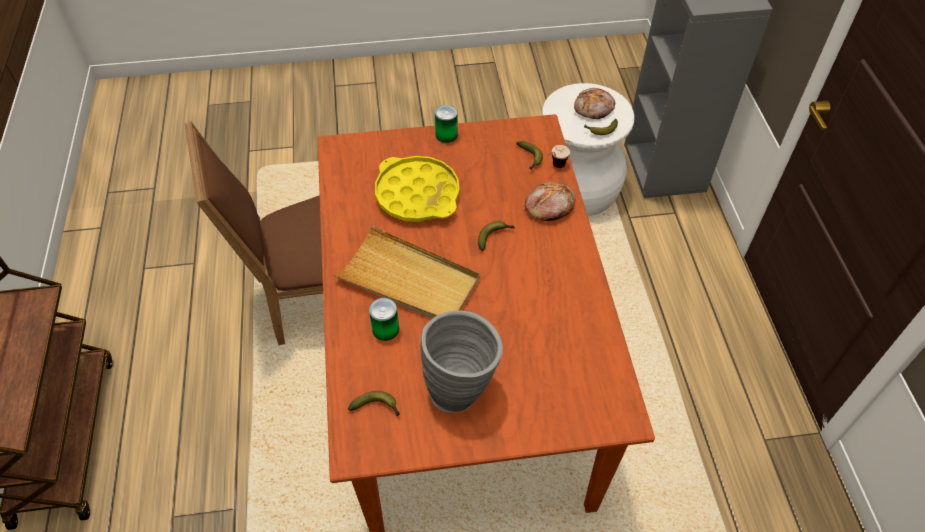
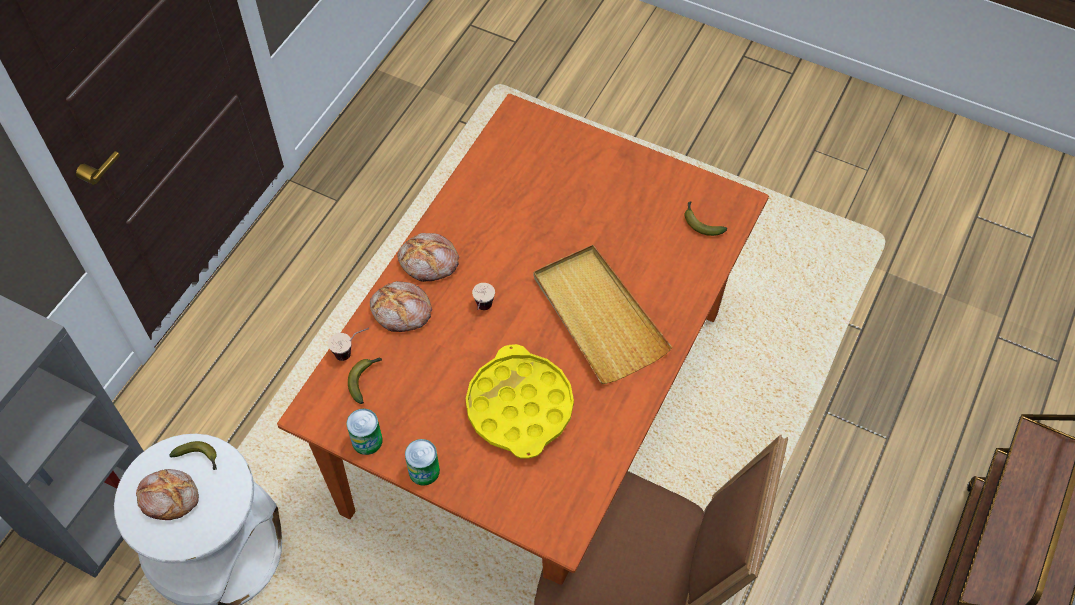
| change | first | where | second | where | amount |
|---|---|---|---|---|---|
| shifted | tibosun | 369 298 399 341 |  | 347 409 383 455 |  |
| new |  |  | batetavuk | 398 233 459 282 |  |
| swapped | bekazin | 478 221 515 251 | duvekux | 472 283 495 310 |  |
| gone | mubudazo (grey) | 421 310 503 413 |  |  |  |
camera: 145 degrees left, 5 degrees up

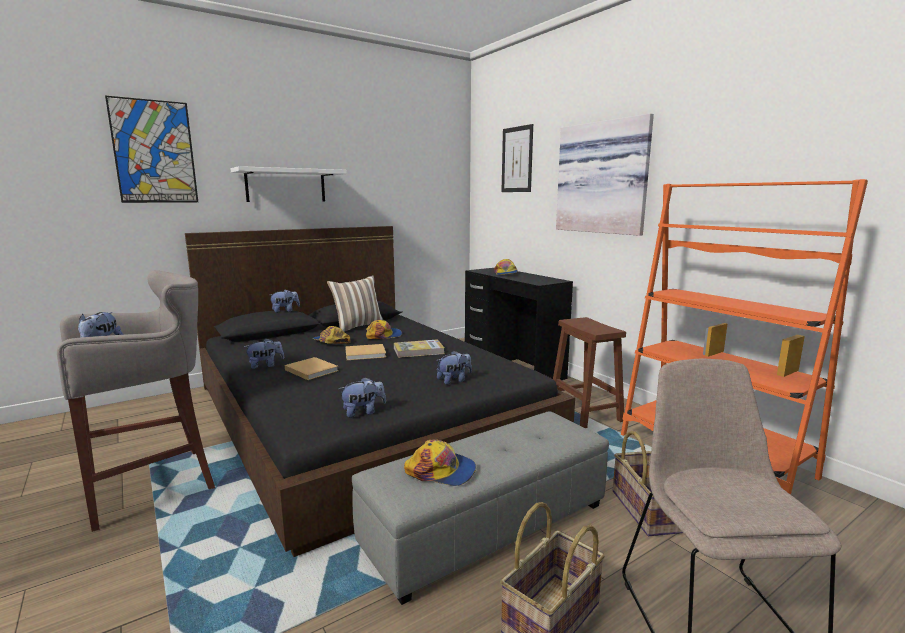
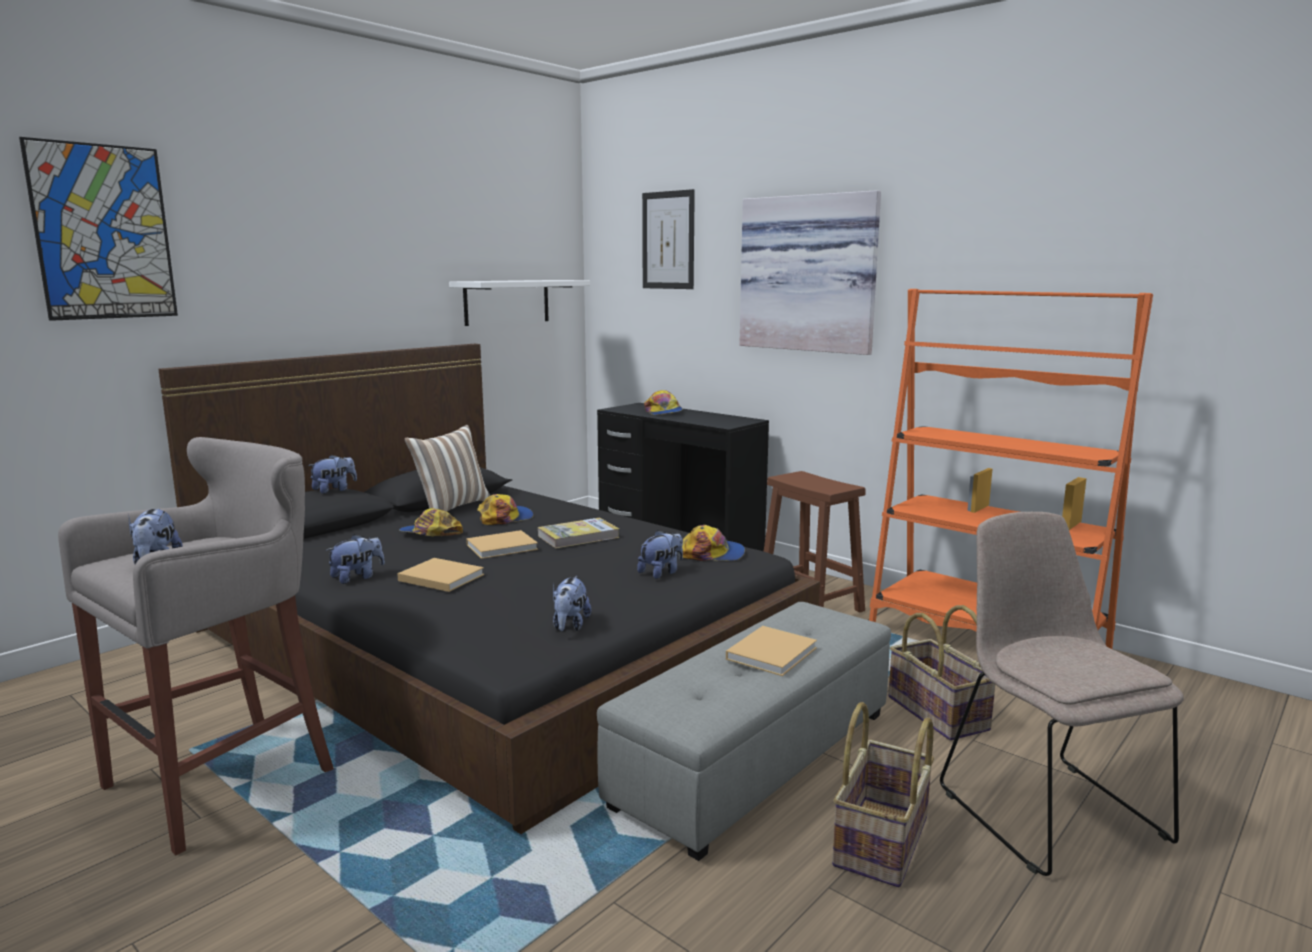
| change | first | where | second | where | amount |
|---|---|---|---|---|---|
| shifted | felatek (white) | 230 166 347 202 |  | 449 280 590 326 |  |
| rotated | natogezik | 339 377 386 418 |  | 553 576 591 631 | 135 degrees clockwise |
| shifted | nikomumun | 404 439 476 486 |  | 682 525 745 561 |  |
| new |  |  | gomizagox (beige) | 726 626 817 676 |  |
camera: 15 degrees left, 0 degrees up

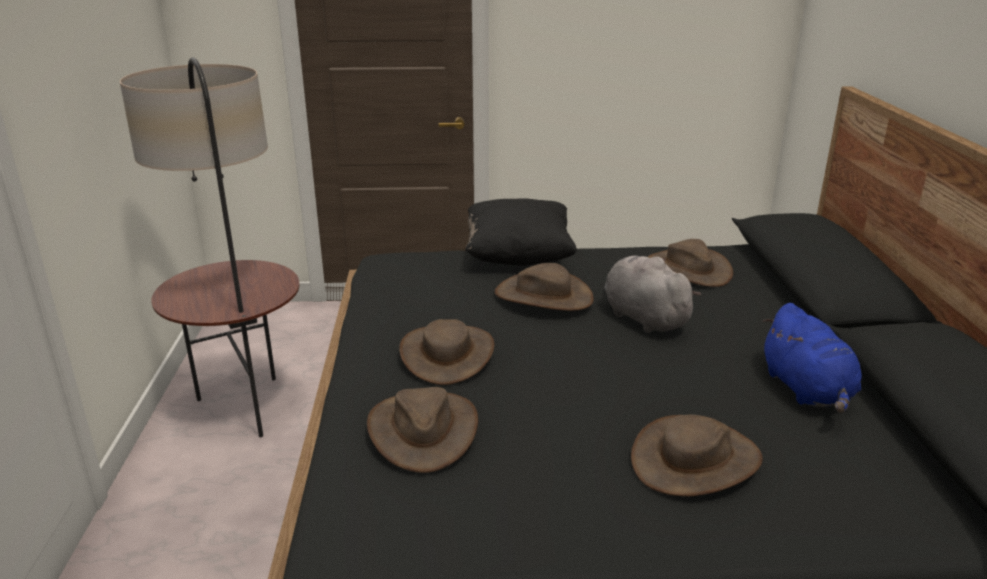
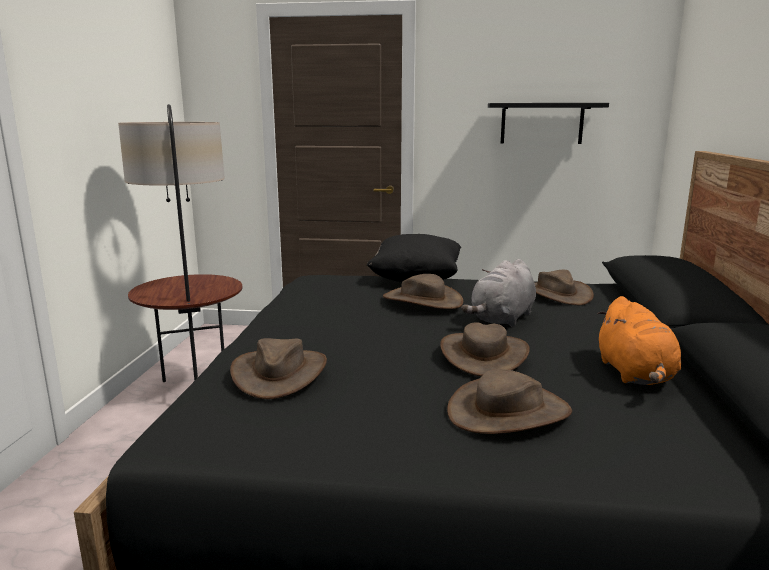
| change | first | where | second | where | amount |
|---|---|---|---|---|---|
| shifted | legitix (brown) | 399 319 494 385 |  | 440 322 530 376 |  |
| rotated | natogezik (grey) | 604 256 701 333 |  | 461 259 536 327 | 120 degrees counterclockwise |
| new |  |  | felatek (black) | 488 103 609 144 |  |
| repainted | natogezik (blue) | 762 303 862 413 | natogezik (orange) | 597 296 681 385 |  |
camera: 10 degrees right, 10 degrees down

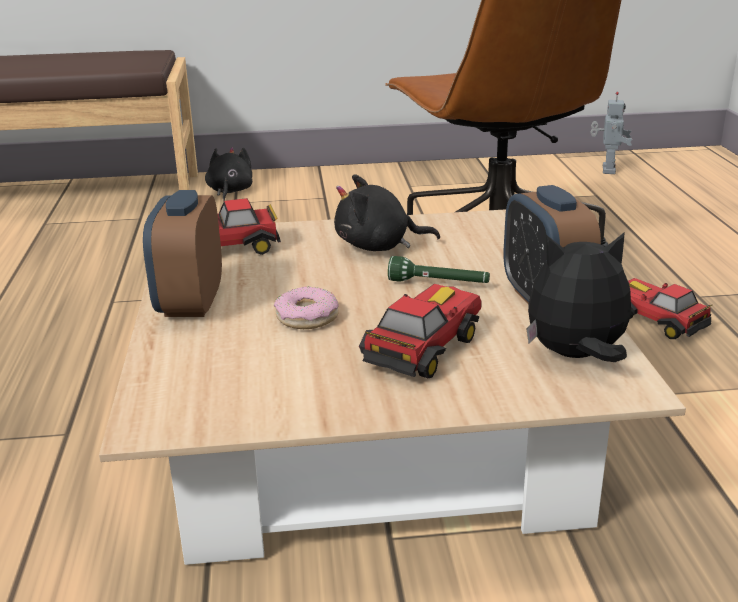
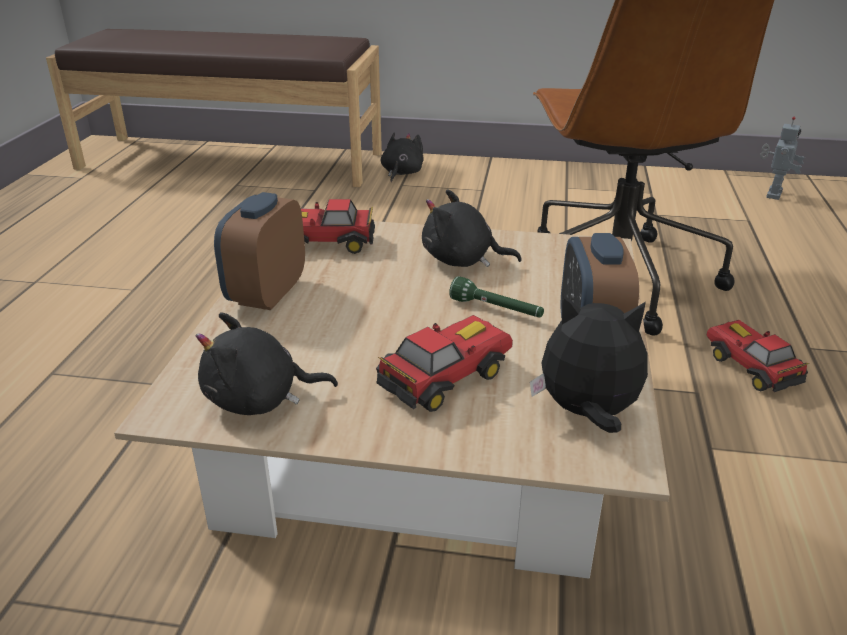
| change | first | where | second | where | amount |
|---|---|---|---|---|---|
| new |  |  | natogezik (black) | 196 312 338 415 |  |
| gone | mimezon | 274 286 339 329 |  |  |  |
camera: 15 degrees right, 5 degrees up

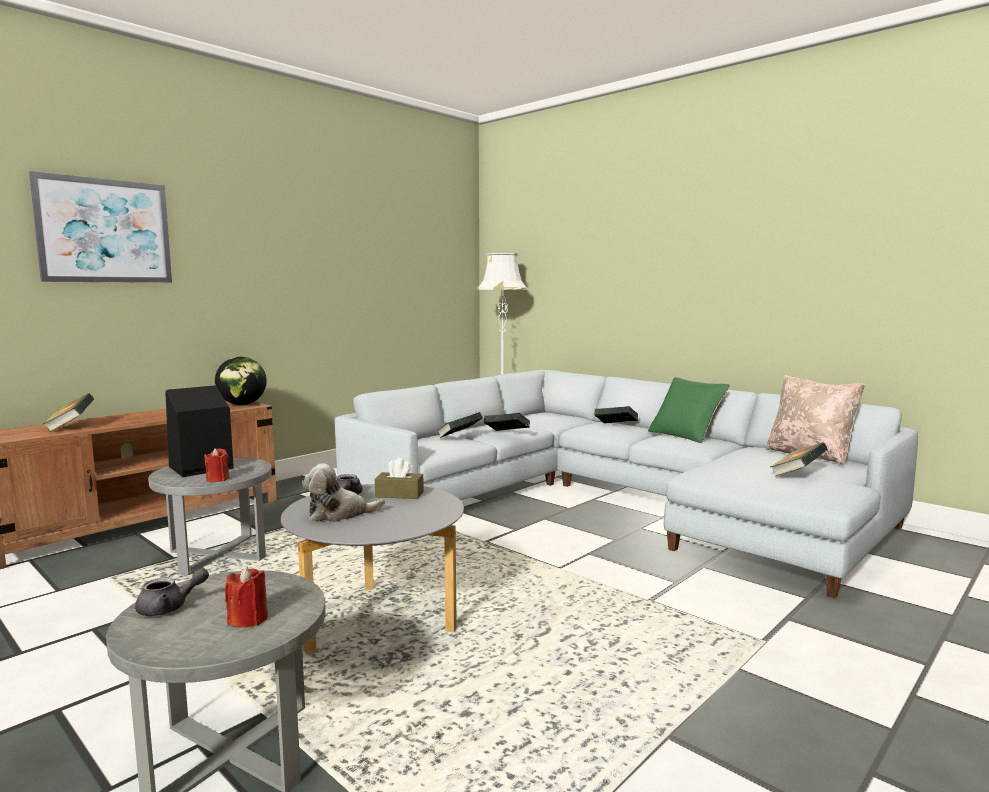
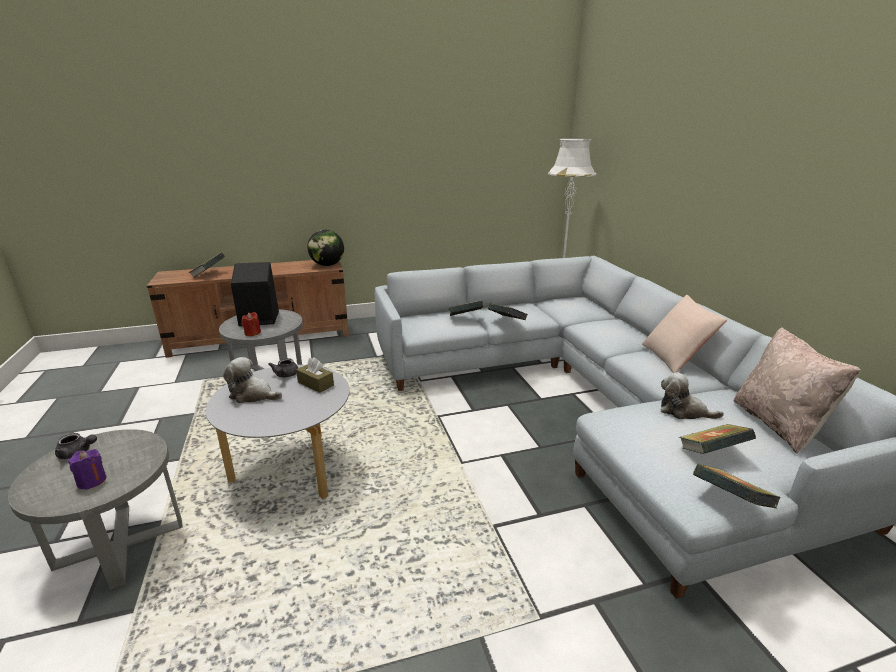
| change | first | where | second | where | amount |
|---|---|---|---|---|---|
| repainted | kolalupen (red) | 225 566 268 628 | kolalupen (purple) | 68 449 107 490 |  |
| repainted | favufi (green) | 648 377 730 443 | favufi (beige) | 642 295 727 373 |  |
| new |  |  | natogezik | 660 372 724 419 |  |
| shifted | gomizagox | 594 406 638 424 |  | 693 464 781 508 |  |
| gone | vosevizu | 29 171 172 283 |  |  |  |
camera: 30 degrees right, 15 degrees up

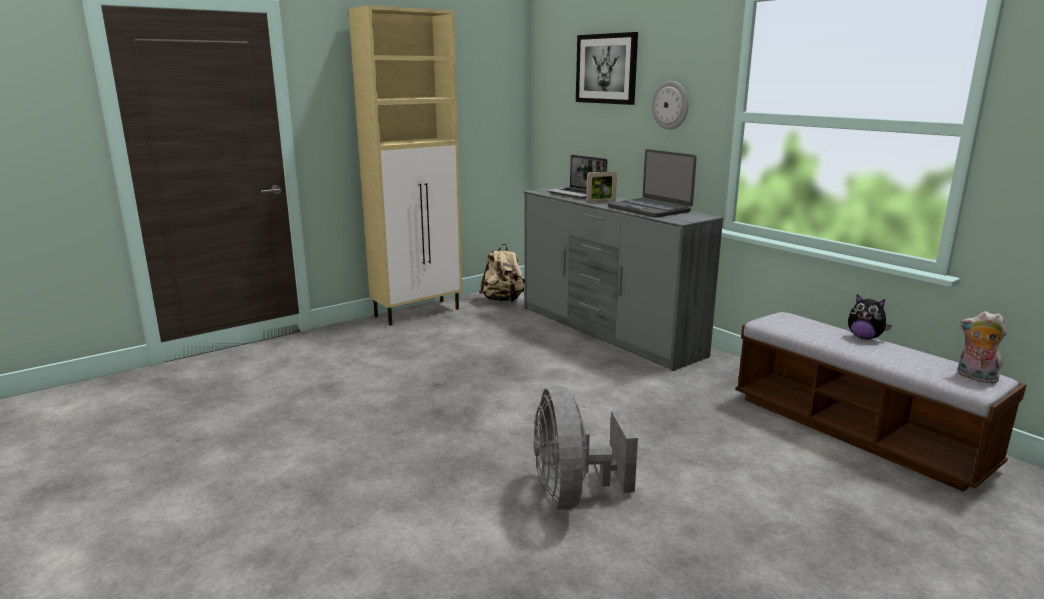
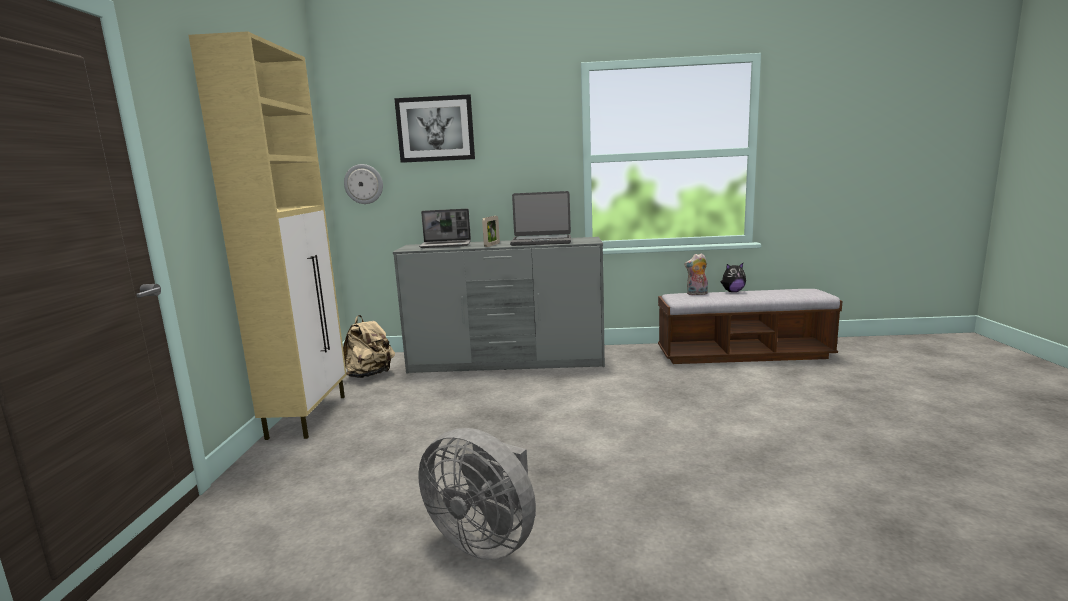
| change | first | where | second | where | amount |
|---|---|---|---|---|---|
| shifted | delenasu | 652 81 688 129 |  | 344 164 383 204 |  |
| shifted | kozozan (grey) | 534 386 638 510 |  | 418 428 536 560 |  |
| shifted | natogezik | 958 311 1007 384 |  | 684 253 708 295 |  |
camera: 50 degrees left, 5 degrees down

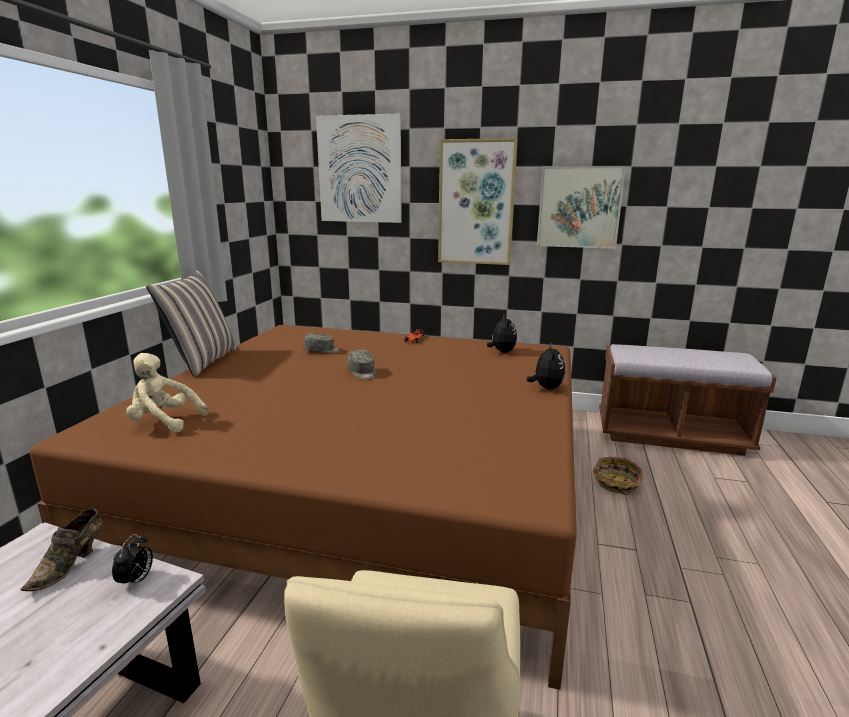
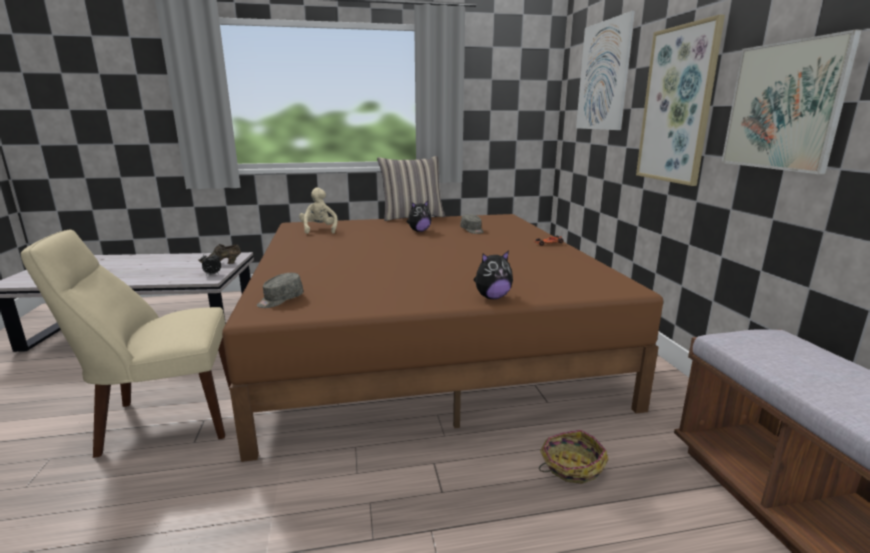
| change | first | where | second | where | amount |
|---|---|---|---|---|---|
| shifted | nikomumun (grey) | 347 350 376 380 |  | 257 273 304 308 |  |
| shifted | natogezik | 487 315 517 352 |  | 407 201 432 232 |  |
camera: 65 degrees right, 0 degrees up

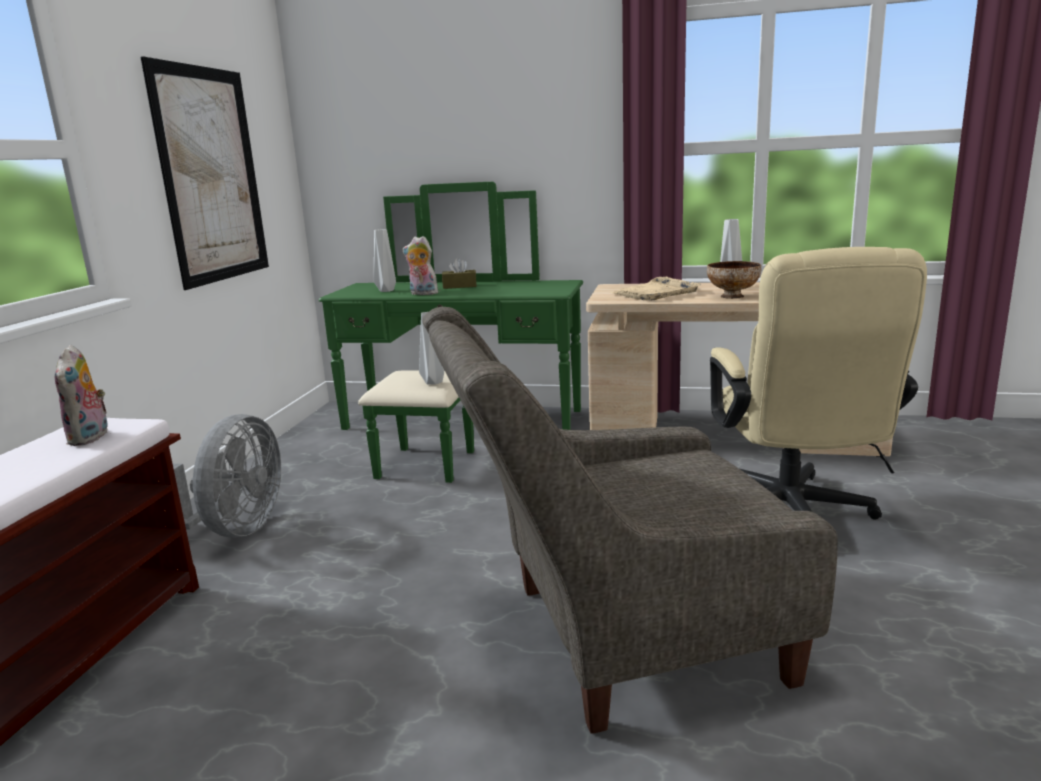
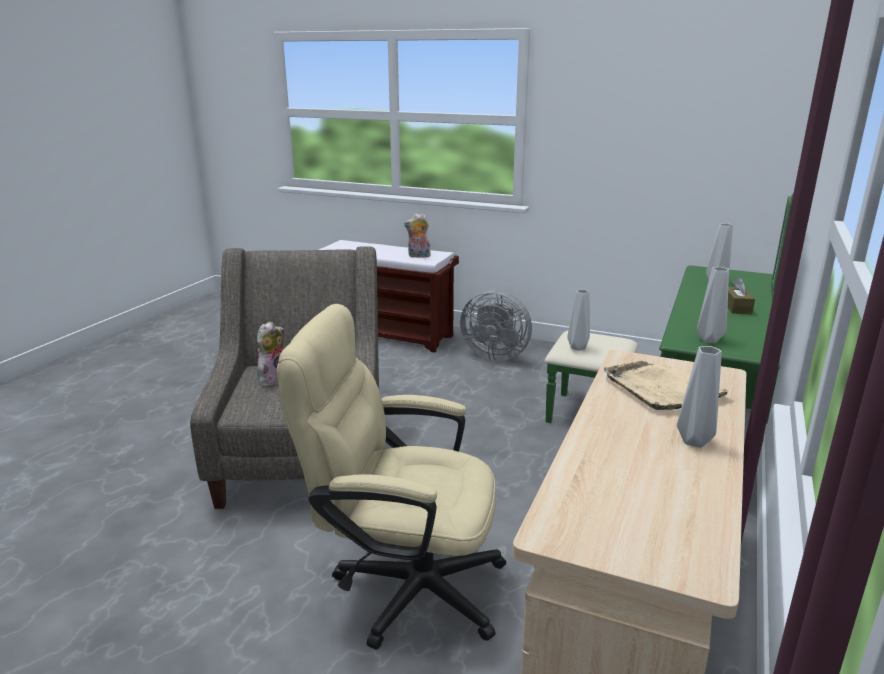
| change | first | where | second | where | amount |
|---|---|---|---|---|---|
| shifted | natogezik | 403 236 438 295 |  | 257 321 284 388 |  |
| new |  |  | mubudazo (grey) | 697 267 729 343 |  |
| gone | vosevizu | 140 56 269 290 |  |  |  |
| gone | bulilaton | 707 261 761 299 |  |  |  |
camera: 100 degrees right, 5 degrees up

